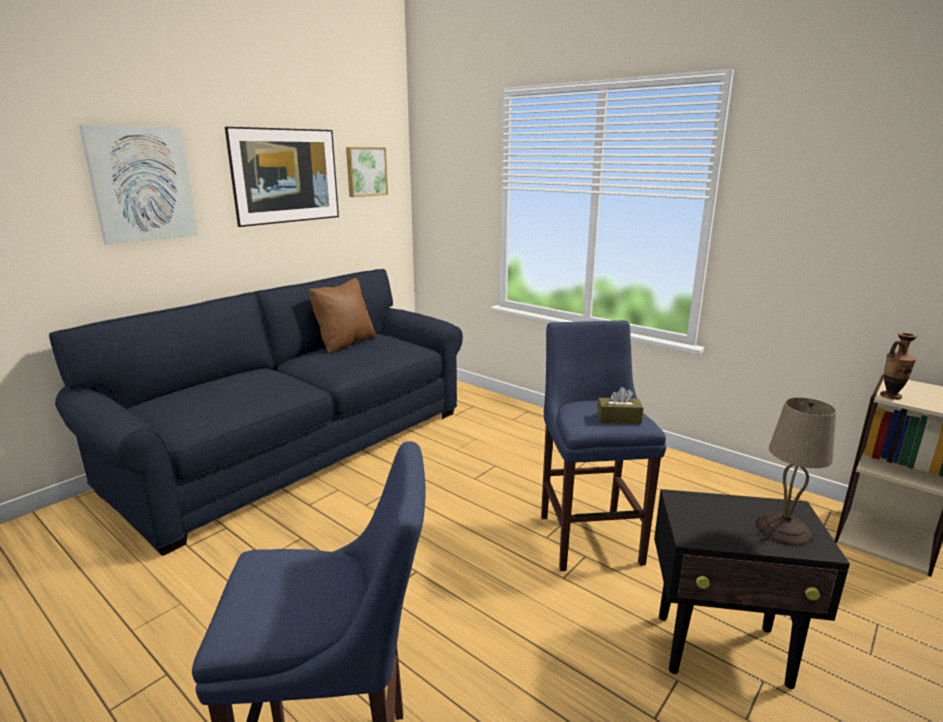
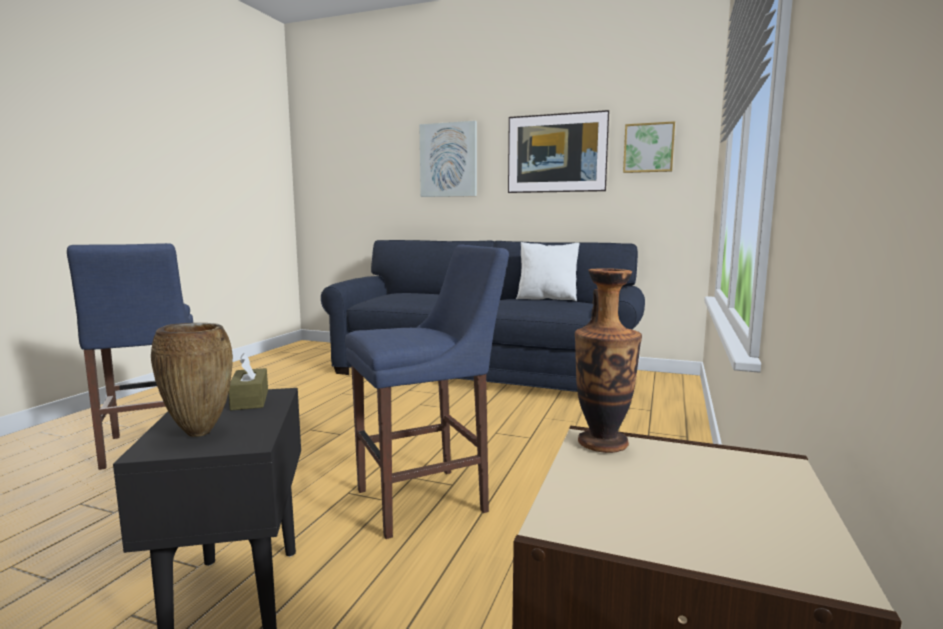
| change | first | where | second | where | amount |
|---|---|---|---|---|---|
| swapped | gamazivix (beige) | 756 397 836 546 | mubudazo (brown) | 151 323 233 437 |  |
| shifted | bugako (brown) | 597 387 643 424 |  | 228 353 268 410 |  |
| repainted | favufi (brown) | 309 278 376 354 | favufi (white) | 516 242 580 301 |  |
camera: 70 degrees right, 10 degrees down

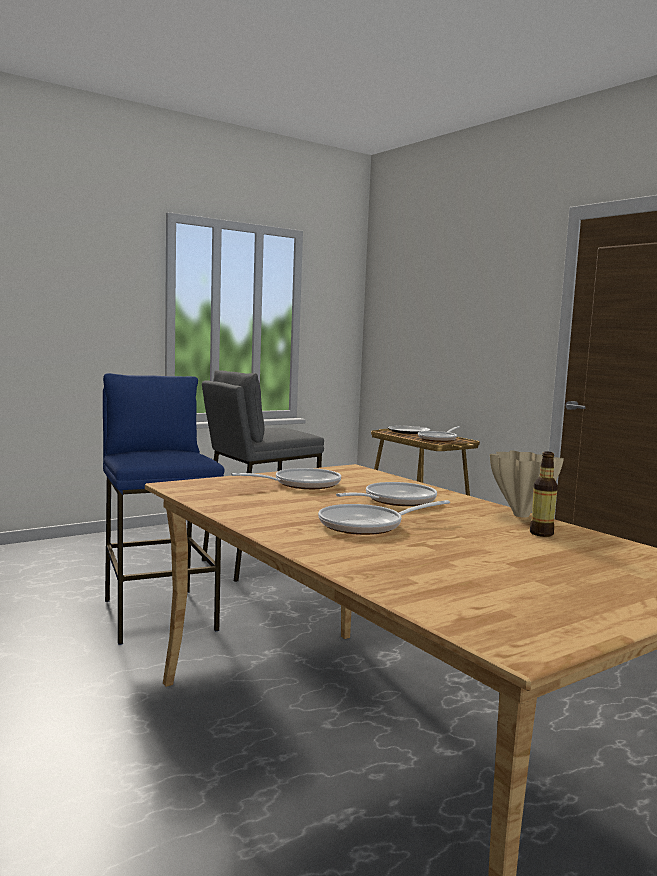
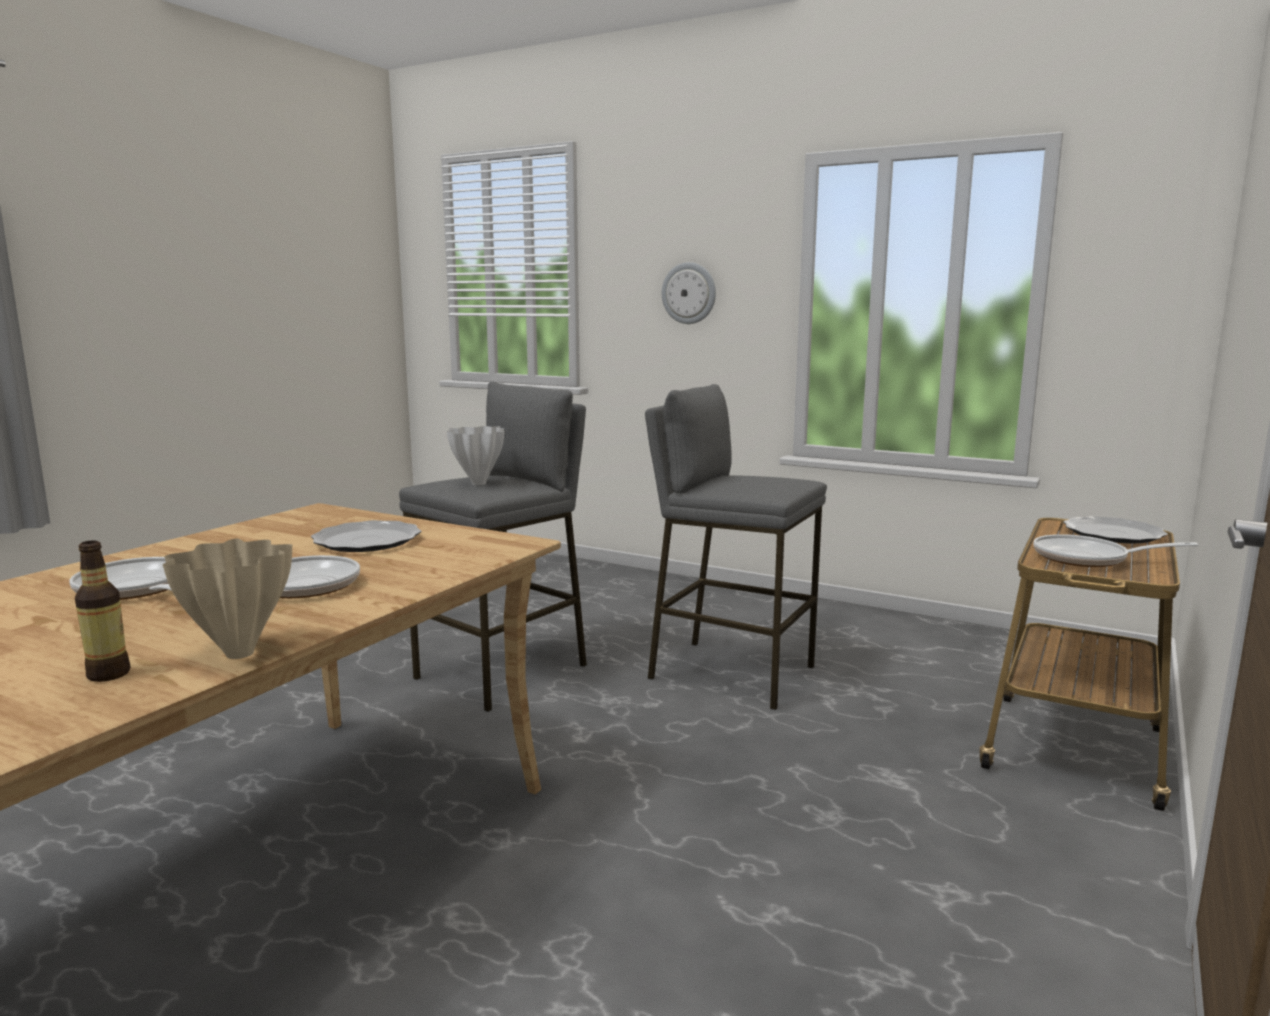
| change | first | where | second | where | amount |
|---|---|---|---|---|---|
| swapped | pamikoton | 231 468 341 489 | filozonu | 311 520 421 552 |  |
| repainted | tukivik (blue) | 103 373 225 645 | tukivik (grey) | 399 381 587 712 |  |
| new |  |  | mubudazo (white) | 447 426 504 485 |  |
| new |  |  | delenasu | 662 262 716 324 |  |
camera: 65 degrees right, 5 degrees up

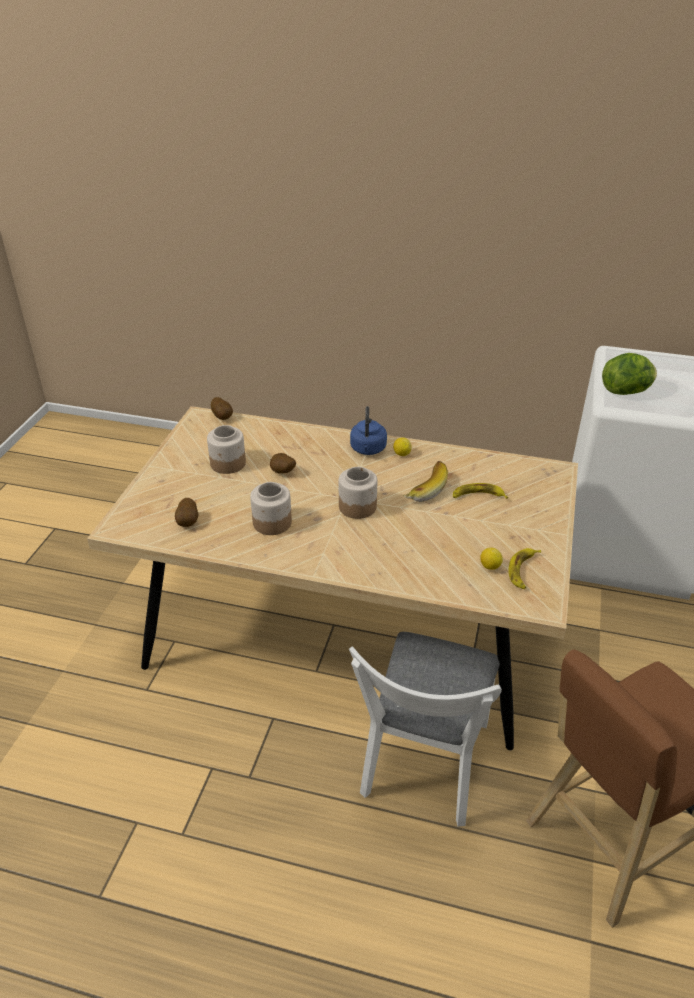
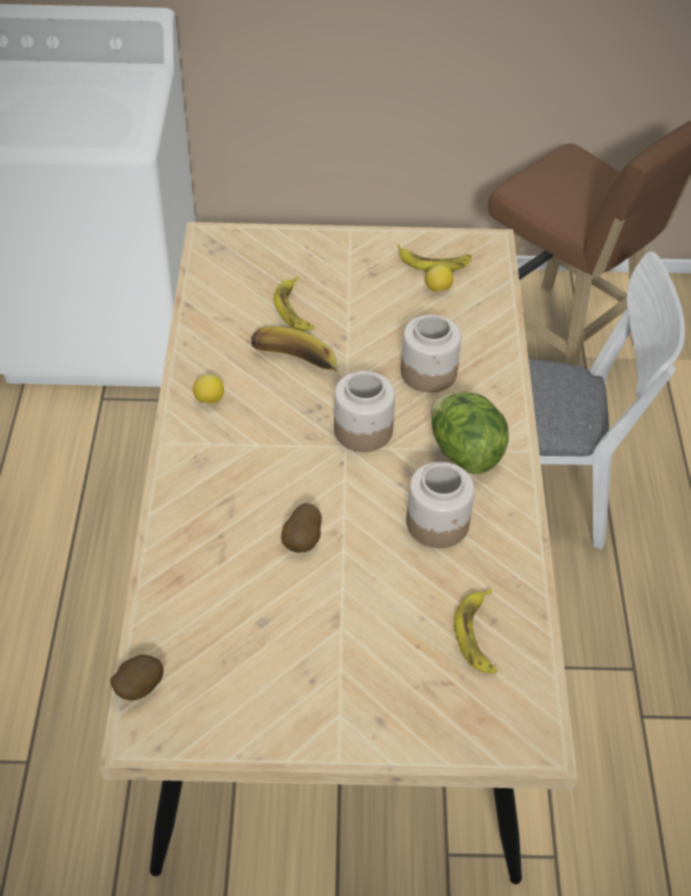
| change | first | where | second | where | amount |
|---|---|---|---|---|---|
| shifted | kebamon | 207 425 246 474 |  | 401 315 461 393 |  |
| shifted | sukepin | 602 353 657 395 |  | 431 392 509 474 |  |
| swapped | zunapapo | 175 498 198 527 | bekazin | 454 589 498 674 |  |
| gone | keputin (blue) | 350 406 387 455 |  |  |  |
camera: 105 degrees left, 10 degrees up

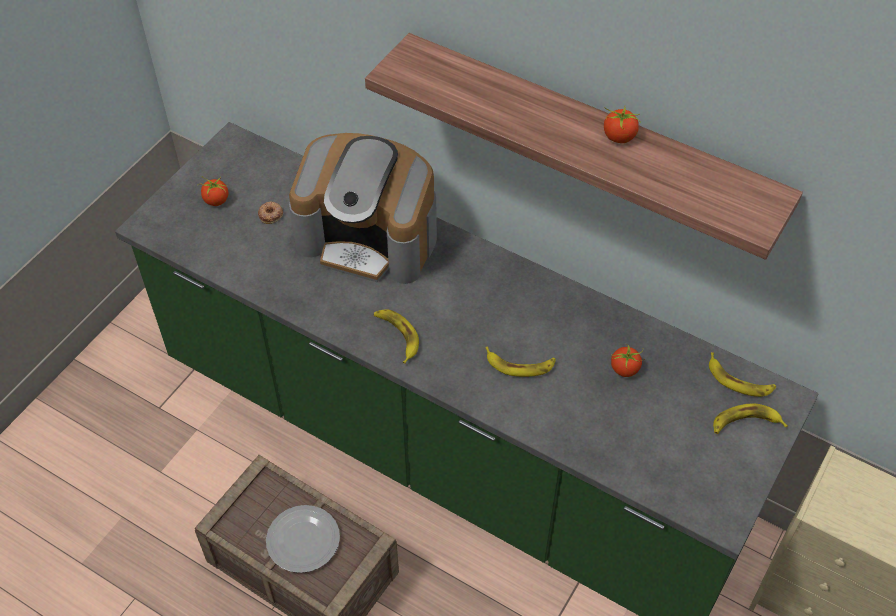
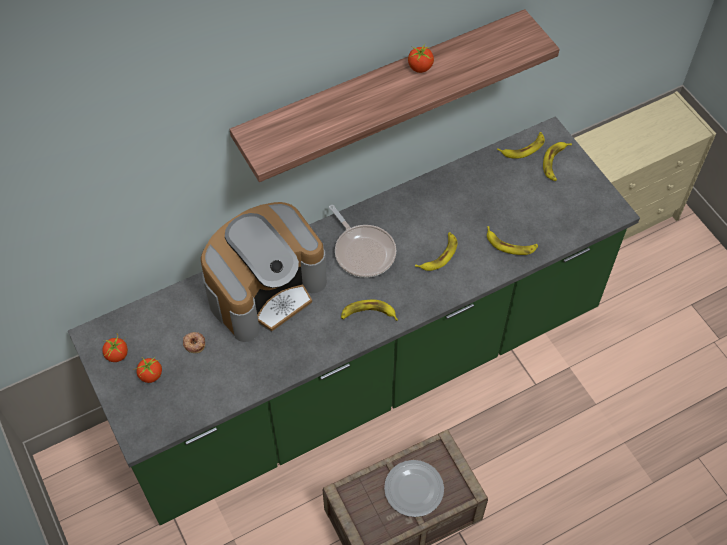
| change | first | where | second | where | amount |
|---|---|---|---|---|---|
| shifted | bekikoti | 611 343 645 377 |  | 102 334 128 362 |  |
| new |  |  | pamikoton | 329 205 396 278 |  |
| new |  |  | bekazin | 487 226 538 255 |  |
camera: 60 degrees left, 5 degrees up

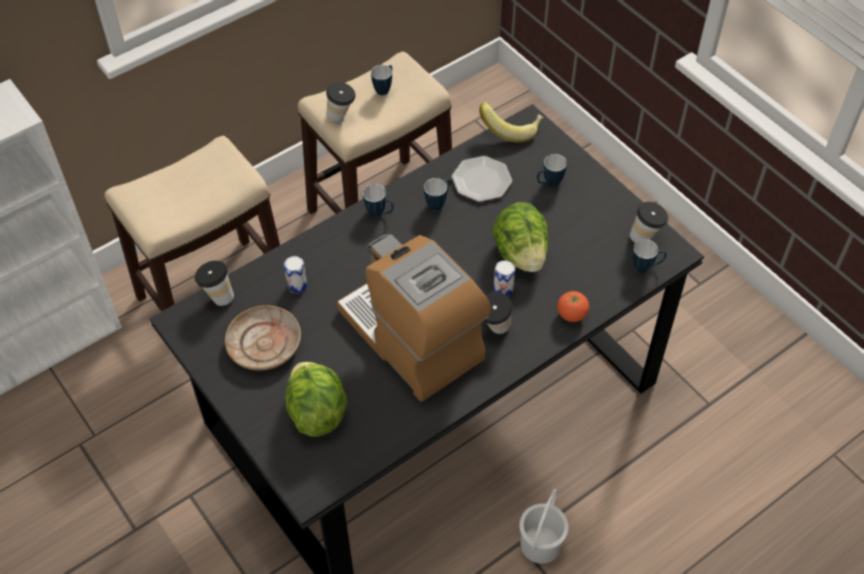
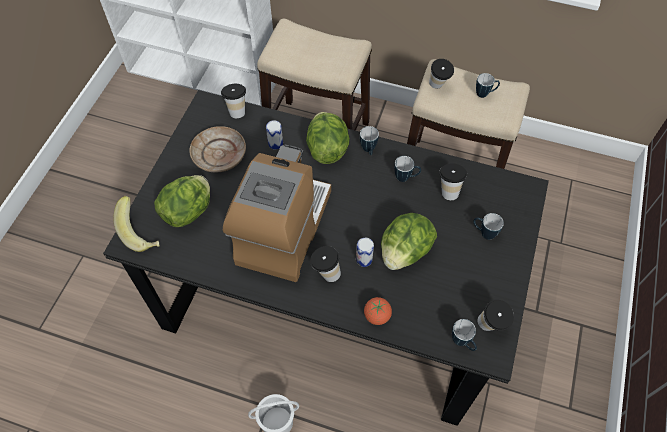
| change | first | where | second | where | amount |
|---|---|---|---|---|---|
| shifted | bekazin | 479 102 543 142 |  | 114 196 159 252 |  |
| new |  |  | sukepin | 306 112 350 164 |  |
| swapped | filozonu | 452 156 512 202 | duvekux | 439 163 467 200 |  |
camera: 55 degrees right, 5 degrees up

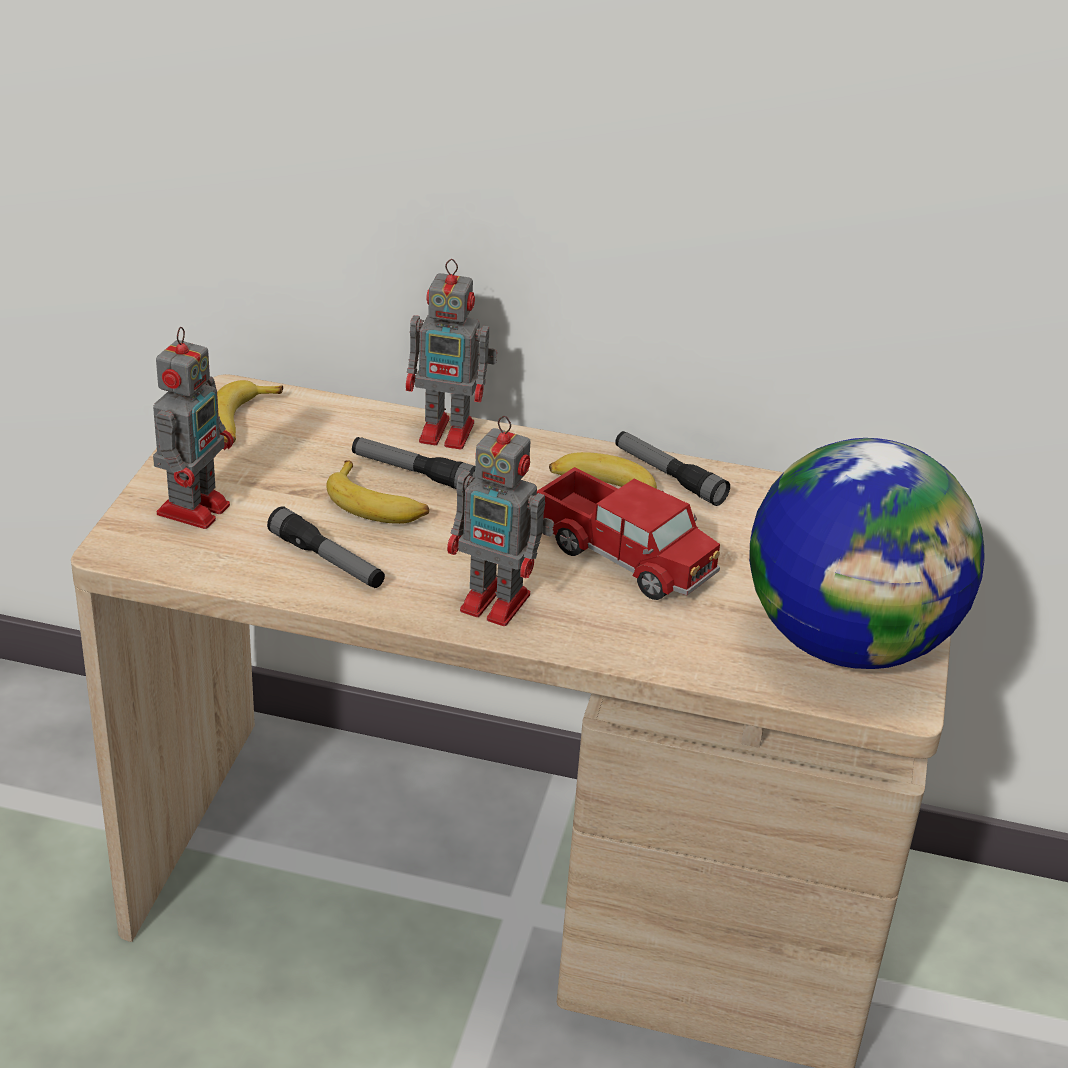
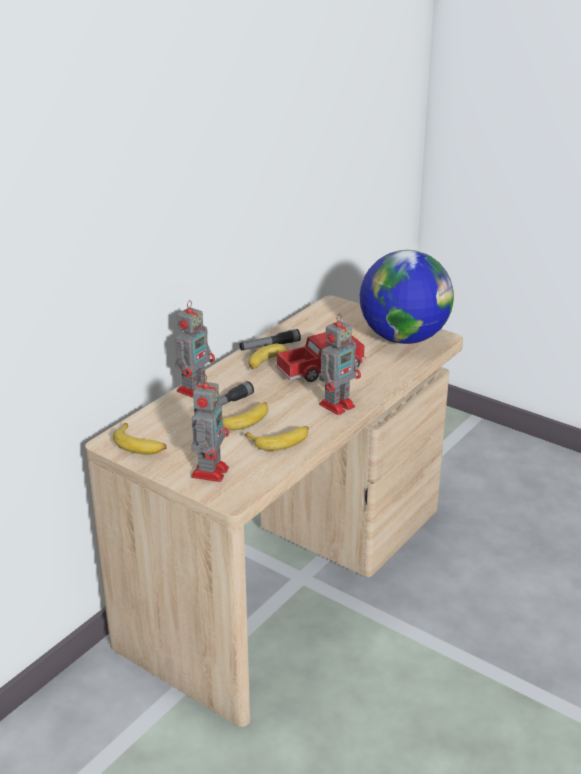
| change | first | where | second | where | amount |
|---|---|---|---|---|---|
| rotated | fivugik | 153 327 234 529 |  | 191 374 229 482 | 60 degrees clockwise |
| swapped | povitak | 267 506 385 588 | bekazin | 244 426 309 451 |  |
camera: 65 degrees left, 5 degrees down

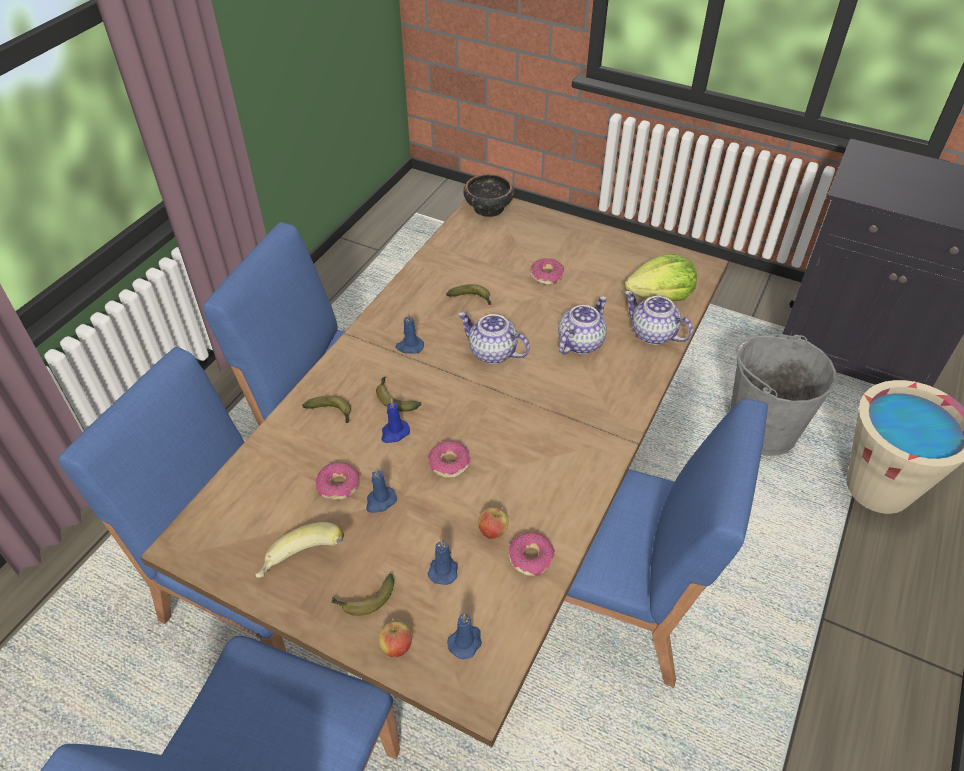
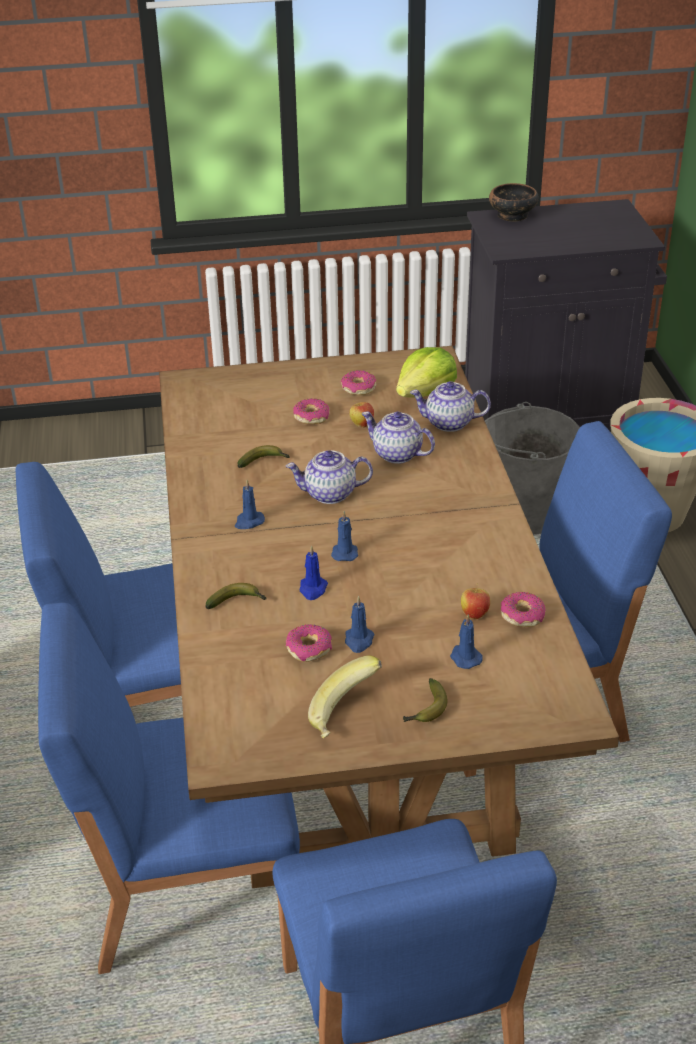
| change | first | where | second | where | amount |
|---|---|---|---|---|---|
| shifted | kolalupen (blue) | 447 613 482 659 |  | 331 511 358 561 |  |
| shifted | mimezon | 428 441 470 478 |  | 340 370 376 395 |  |
| shifted | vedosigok | 378 619 412 657 |  | 349 401 374 428 |  |
| rotated | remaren | 558 296 607 354 |  | 362 411 435 464 | 60 degrees counterclockwise |
| shifted | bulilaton | 463 174 514 217 |  | 489 183 539 222 |  |
| gone | bekazin | 376 377 421 412 |  |  |  |
camera: 35 degrees left, 10 degrees down

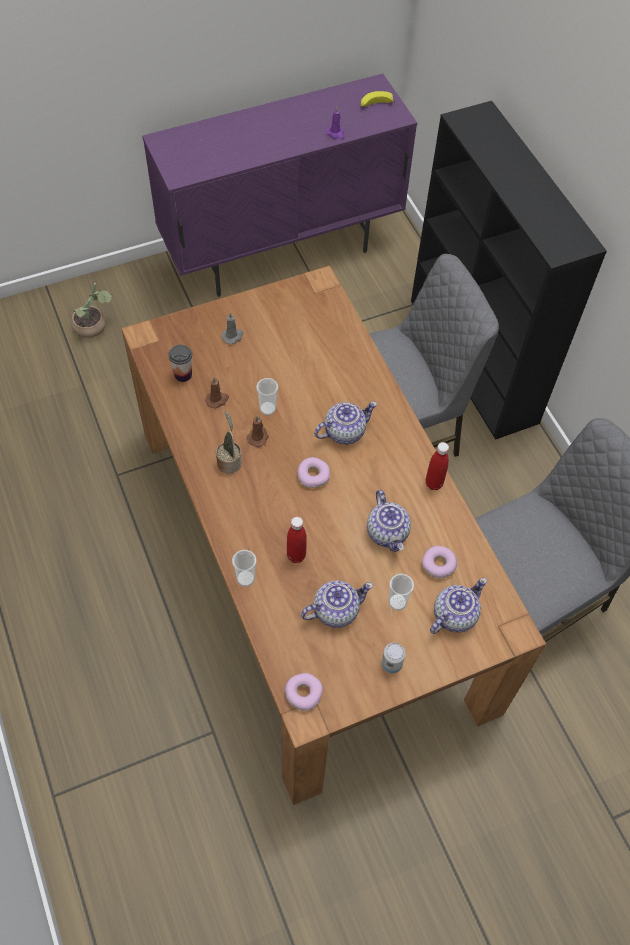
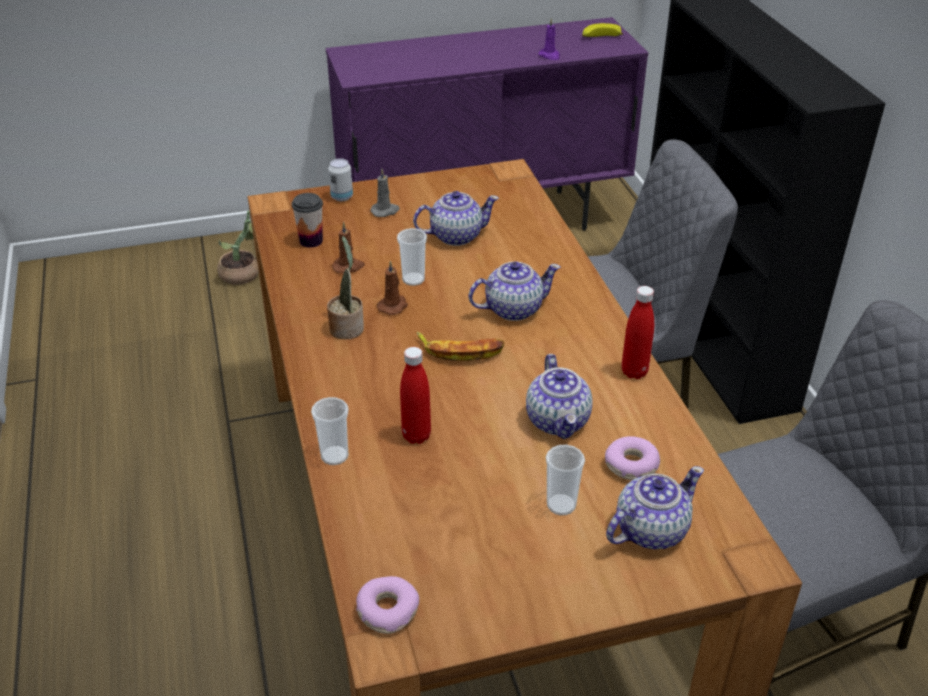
| change | first | where | second | where | amount |
|---|---|---|---|---|---|
| shifted | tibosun | 381 643 406 674 |  | 328 158 353 201 |  |
| shifted | remaren | 301 580 373 628 |  | 413 191 499 246 |  |
| swapped | mimezon | 297 457 330 488 | bekazin | 416 332 504 361 |  |
camera: 10 degrees right, 20 degrees down

